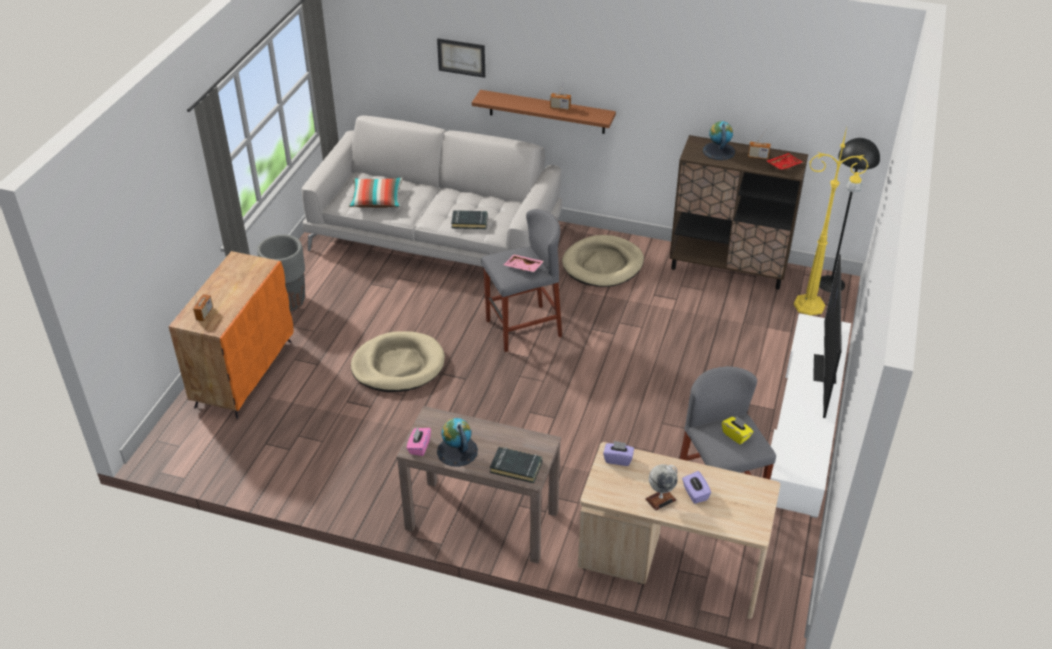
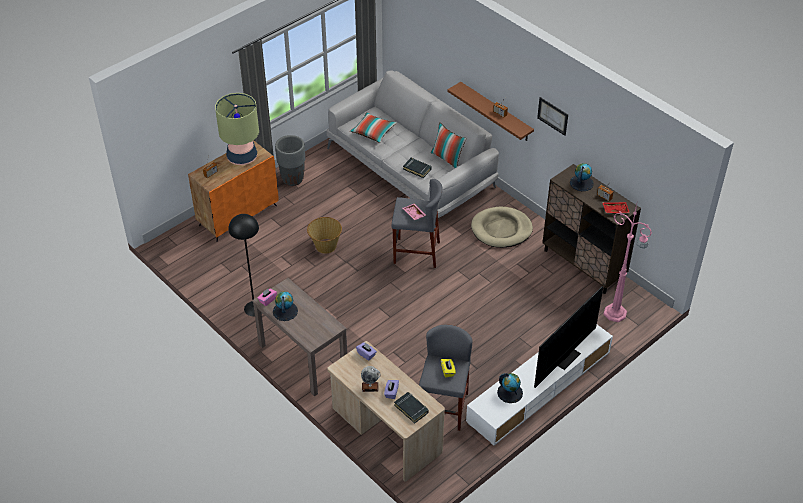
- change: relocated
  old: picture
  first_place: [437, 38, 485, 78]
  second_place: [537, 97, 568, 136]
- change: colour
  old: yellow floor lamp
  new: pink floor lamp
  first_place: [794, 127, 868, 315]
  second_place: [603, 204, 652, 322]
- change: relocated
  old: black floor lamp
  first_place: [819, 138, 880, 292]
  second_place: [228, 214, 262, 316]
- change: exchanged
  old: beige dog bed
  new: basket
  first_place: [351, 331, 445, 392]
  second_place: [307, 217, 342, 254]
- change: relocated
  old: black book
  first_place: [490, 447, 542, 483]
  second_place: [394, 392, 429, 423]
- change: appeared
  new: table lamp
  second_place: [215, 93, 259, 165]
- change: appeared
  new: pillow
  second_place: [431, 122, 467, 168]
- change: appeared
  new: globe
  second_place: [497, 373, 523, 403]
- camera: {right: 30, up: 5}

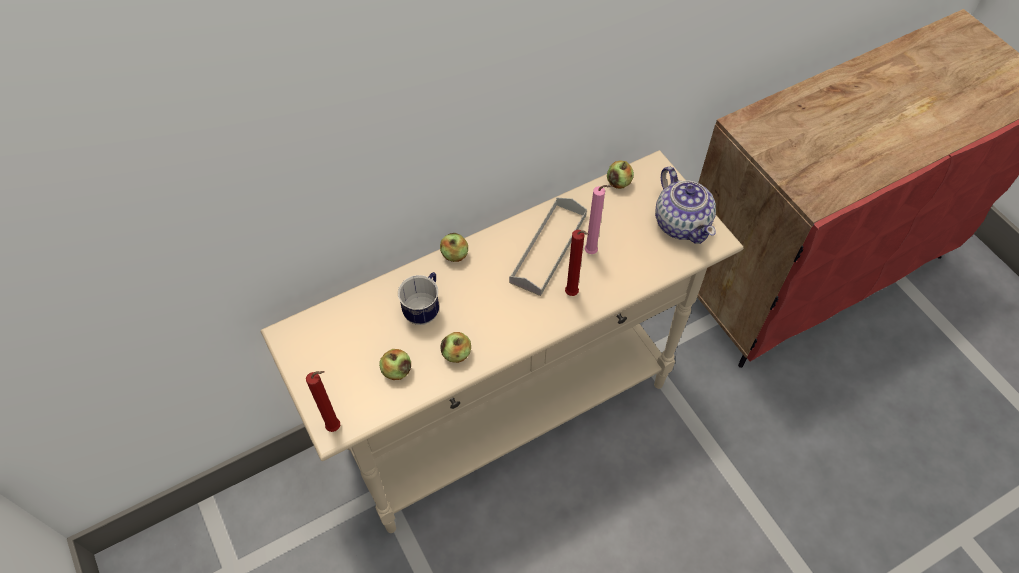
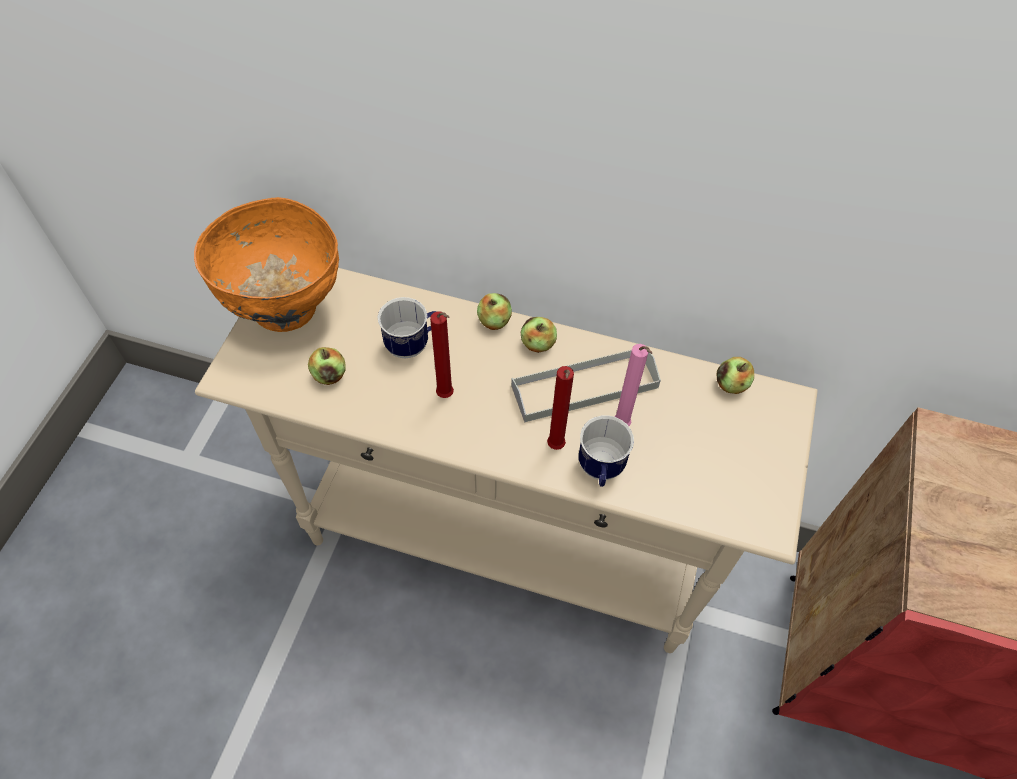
- change: missing
  old: teapot
  first_place: [655, 167, 716, 244]
- change: relocated
  old: apple
  first_place: [440, 332, 471, 363]
  second_place: [521, 317, 557, 353]
- change: relocated
  old: red candle
  first_place: [306, 371, 340, 432]
  second_place: [430, 311, 454, 398]
- change: appeared
  new: orange bowl
  second_place: [194, 197, 339, 332]
- change: appeared
  new: mug
  second_place: [578, 415, 634, 487]
- camera: {right: 45, up: 0}

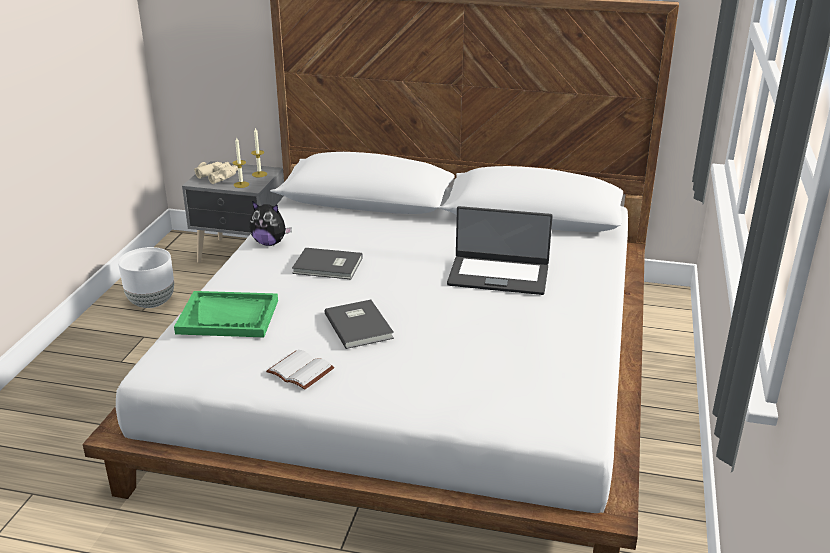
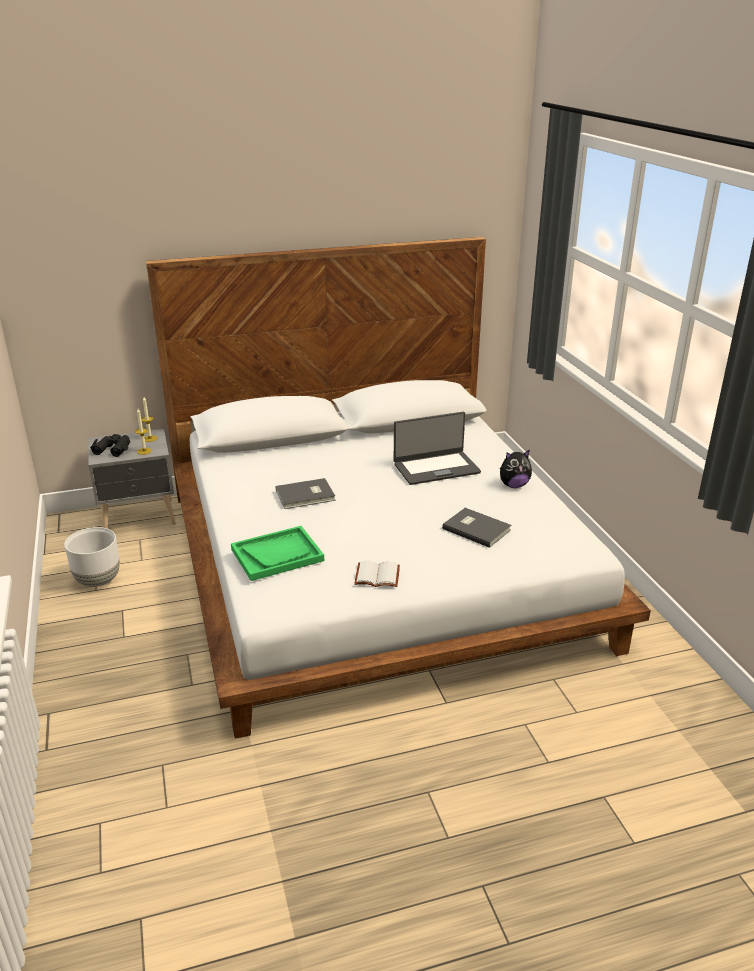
- change: colour
  old: beige binoculars
  new: black binoculars
  first_place: [194, 162, 238, 184]
  second_place: [90, 434, 130, 457]
- change: relocated
  old: plush toy
  first_place: [250, 201, 292, 246]
  second_place: [500, 450, 532, 488]
- change: relocated
  old: grey book
  first_place: [324, 300, 394, 349]
  second_place: [442, 508, 511, 548]
- camera: {right: -30, up: 0}

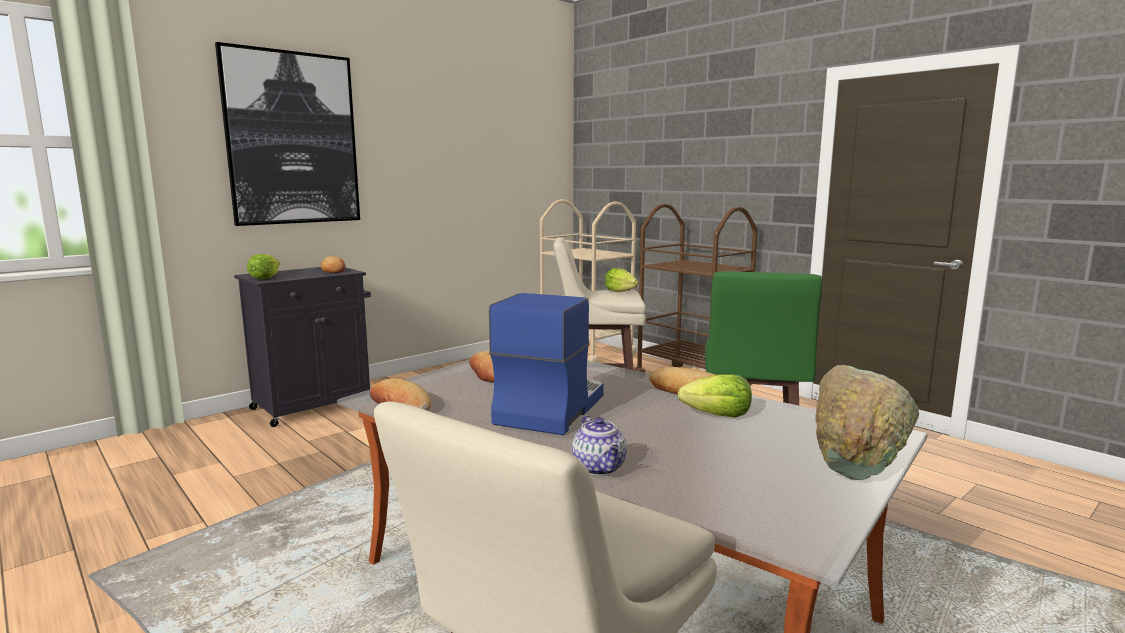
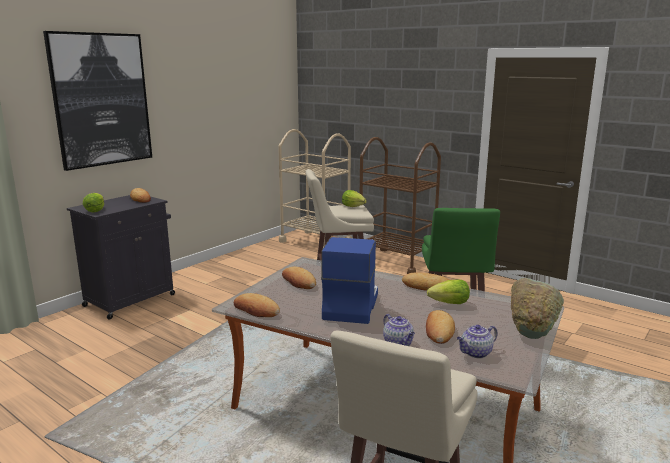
- change: appeared
  new: bread
  second_place: [426, 310, 455, 344]
- change: appeared
  new: teapot
  second_place: [457, 325, 498, 358]
- camera: {right: -10, up: 5}

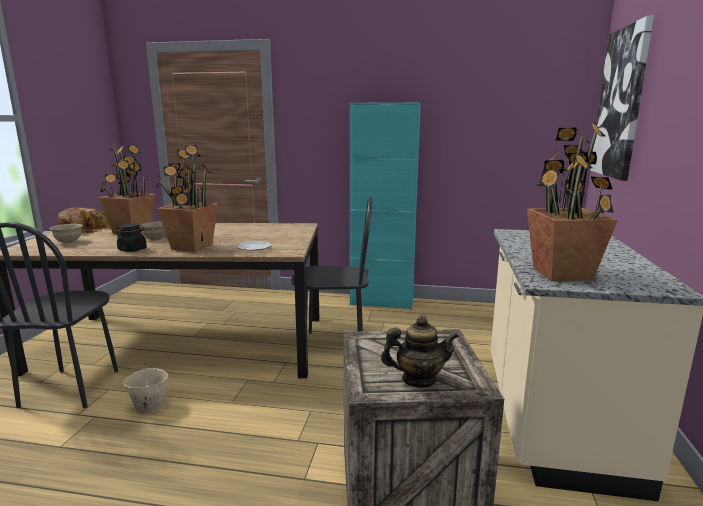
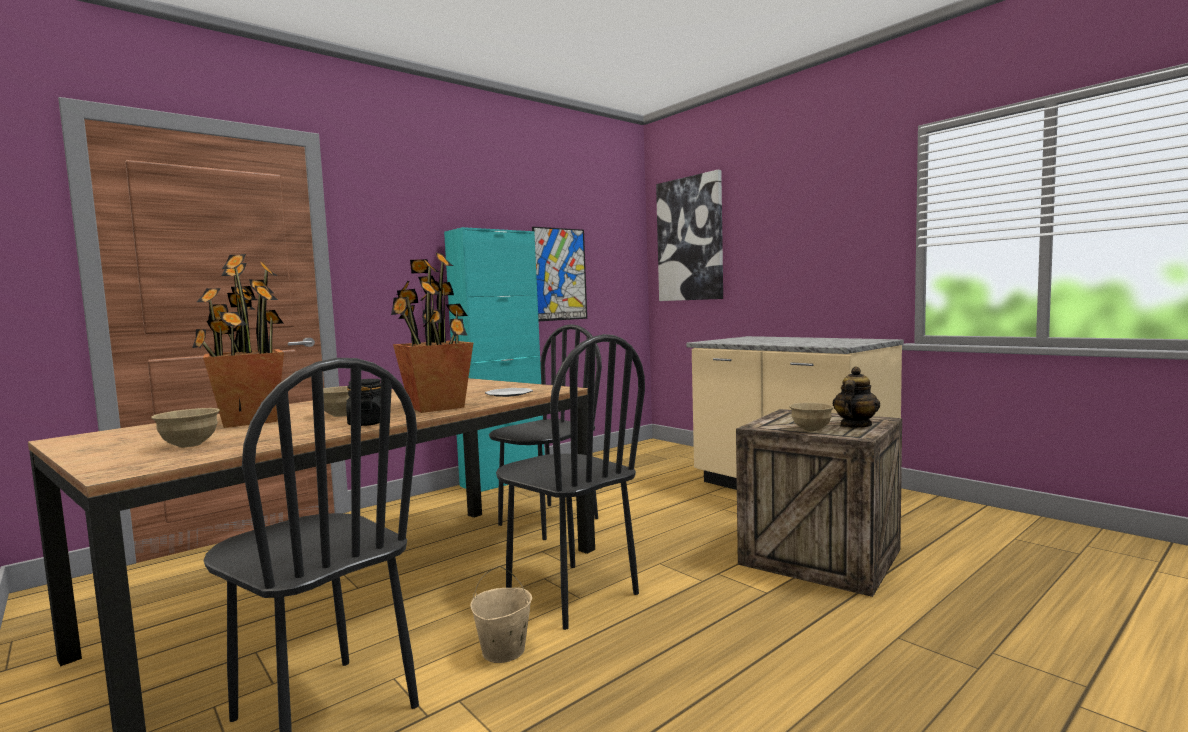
- change: missing
  old: potted plant
  first_place: [527, 122, 618, 281]
- change: missing
  old: bread
  first_place: [58, 207, 110, 233]
- change: appeared
  new: picture
  second_place: [532, 227, 587, 321]
- change: appeared
  new: black chair
  second_place: [496, 334, 645, 630]
- change: appeared
  new: beige bowl
  second_place: [789, 402, 834, 431]
- camera: {right: -50, up: -10}

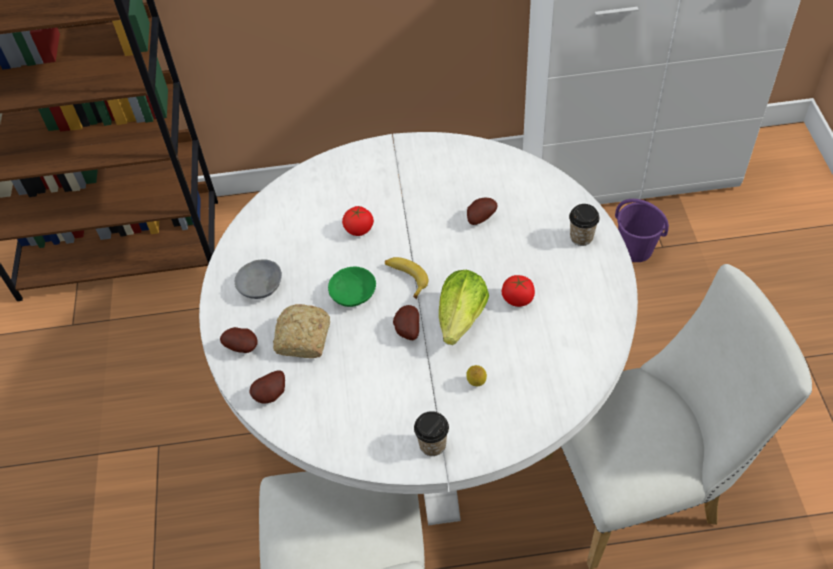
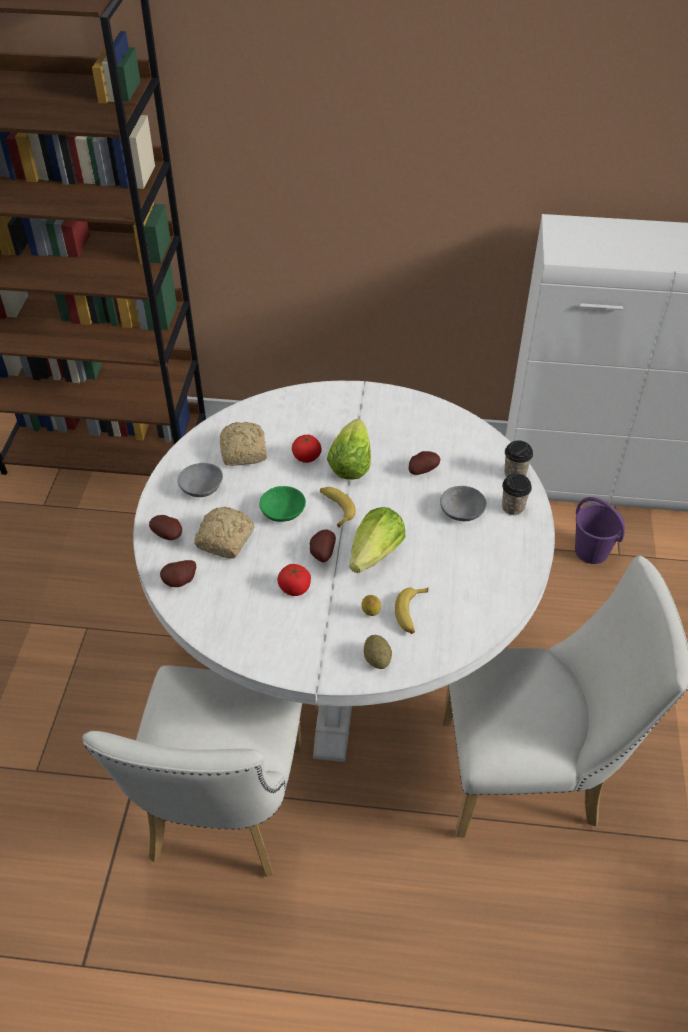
- change: relocated
  old: tomato
  first_place: [502, 275, 535, 307]
  second_place: [277, 564, 311, 596]
- change: relocated
  old: cup
  first_place: [414, 411, 449, 456]
  second_place: [504, 441, 533, 477]
- change: appeared
  new: lettuce
  second_place: [327, 419, 371, 480]
- change: appeared
  new: bread
  second_place: [220, 422, 267, 466]
- change: appeared
  new: grey bowl
  second_place: [440, 486, 487, 521]
- change: appeared
  new: banana
  second_place: [395, 588, 429, 634]
- change: appeared
  new: potato
  second_place: [364, 635, 392, 669]
- camera: {right: 10, up: -5}

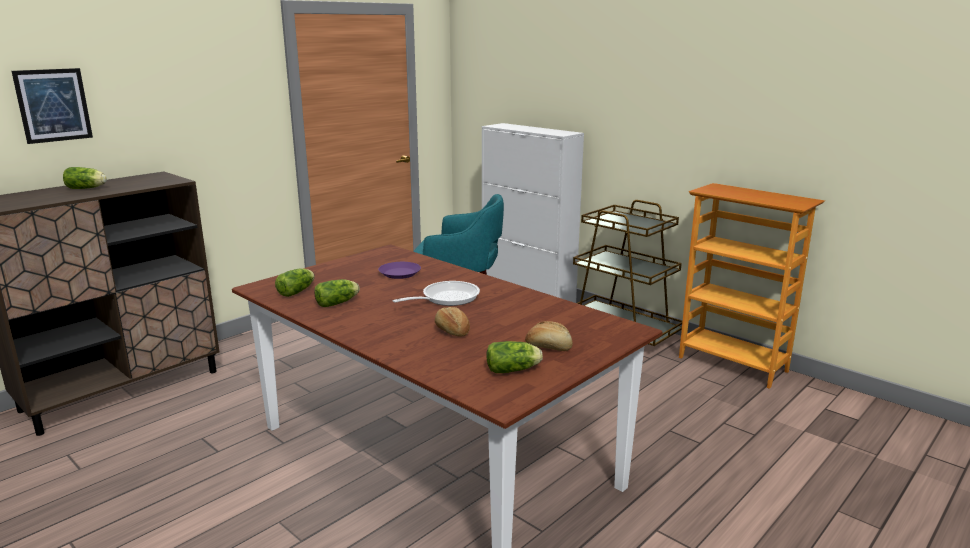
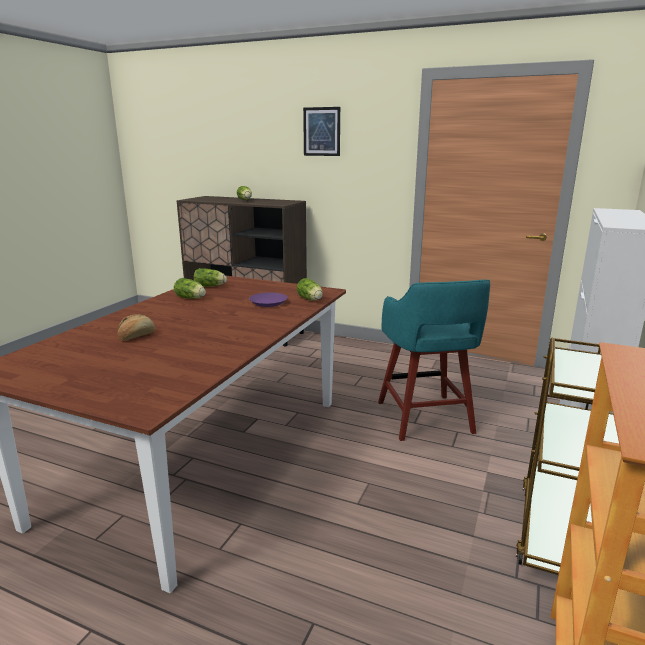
- change: relocated
  old: picture
  first_place: [11, 68, 93, 144]
  second_place: [303, 107, 340, 156]
- change: missing
  old: frying pan
  first_place: [393, 281, 480, 306]
- change: missing
  old: bread
  first_place: [525, 321, 573, 351]
- change: relocated
  old: lettuce
  first_place: [487, 341, 543, 373]
  second_place: [297, 278, 323, 300]
- camera: {right: 70, up: 0}

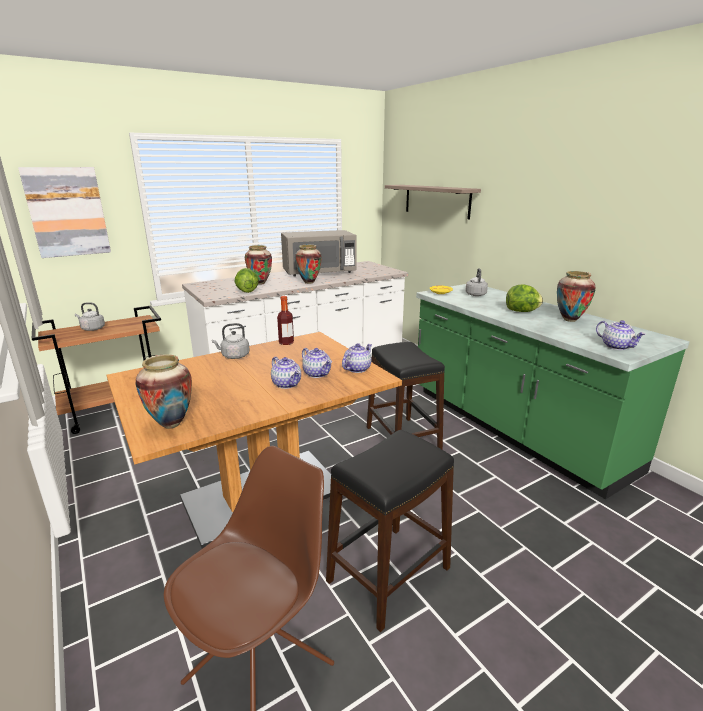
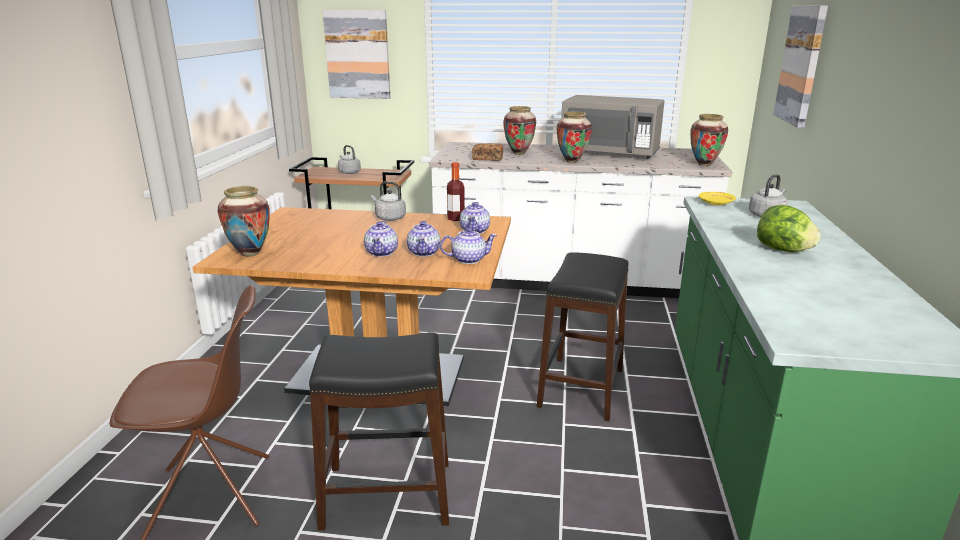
- change: exchanged
  old: shelf
  new: picture
  first_place: [385, 185, 481, 219]
  second_place: [773, 5, 828, 128]
- change: exchanged
  old: lettuce
  new: bread
  first_place: [234, 268, 259, 293]
  second_place: [472, 143, 503, 161]
- change: relocated
  old: vase
  first_place: [557, 271, 596, 322]
  second_place: [690, 114, 728, 166]
- change: relocated
  old: teapot
  first_place: [596, 320, 646, 350]
  second_place: [460, 202, 490, 234]
- camera: {right: 40, up: 0}

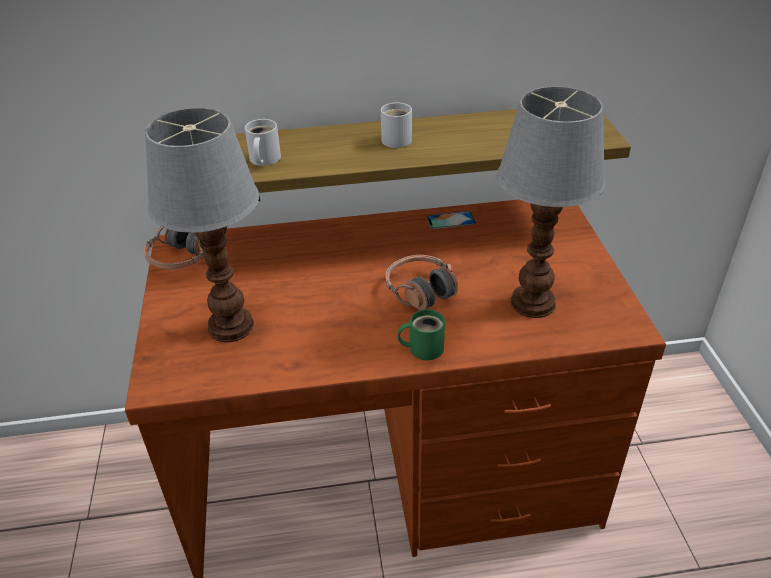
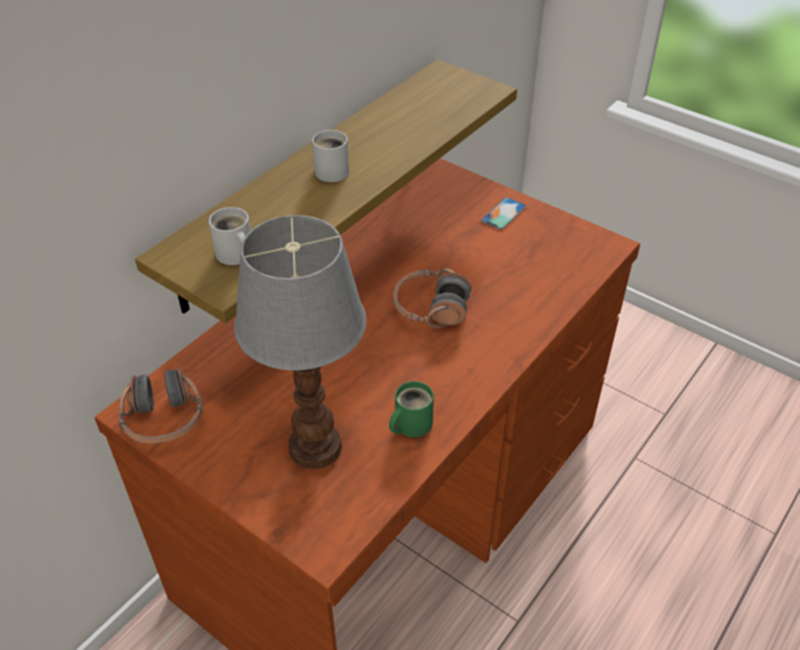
- change: missing
  old: table lamp
  first_place: [497, 86, 606, 318]
- change: relocated
  old: phone
  first_place: [426, 211, 476, 229]
  second_place: [481, 197, 526, 230]
- change: relocated
  old: green mug
  first_place: [398, 309, 445, 360]
  second_place: [389, 381, 434, 437]
- camera: {right: -45, up: 5}

